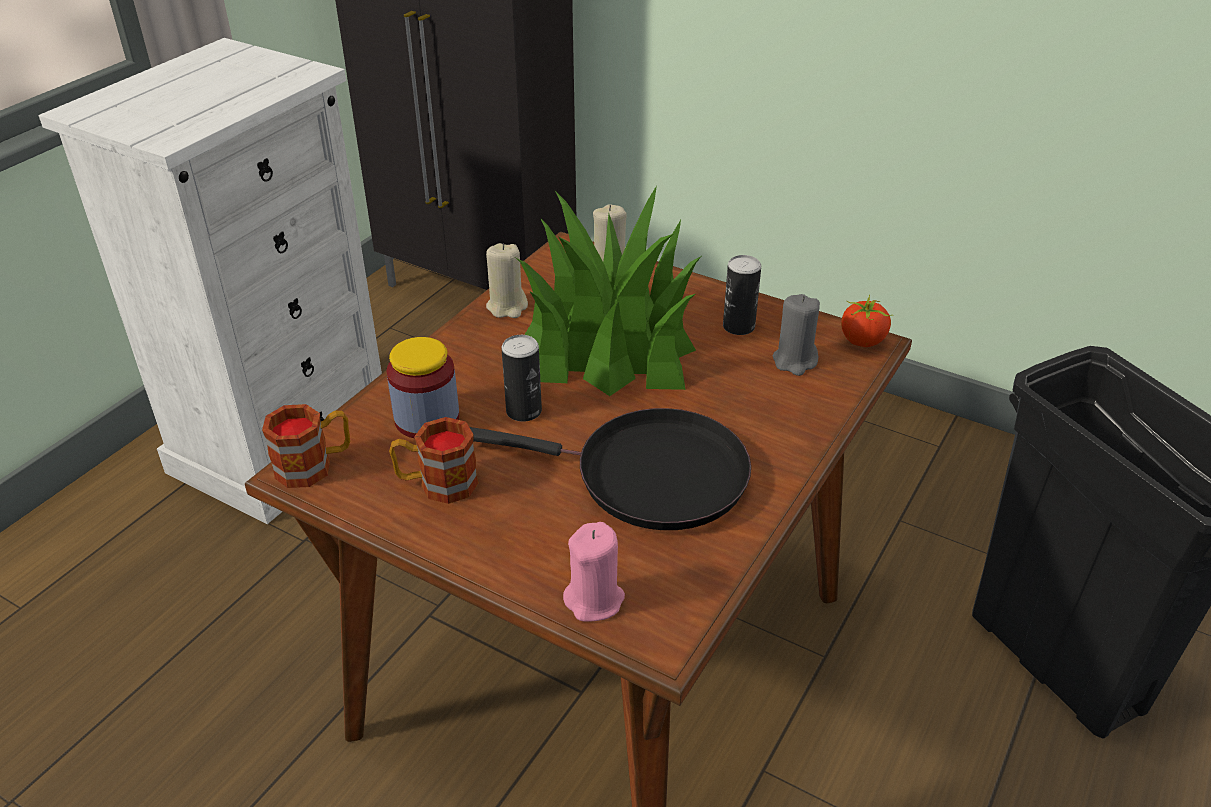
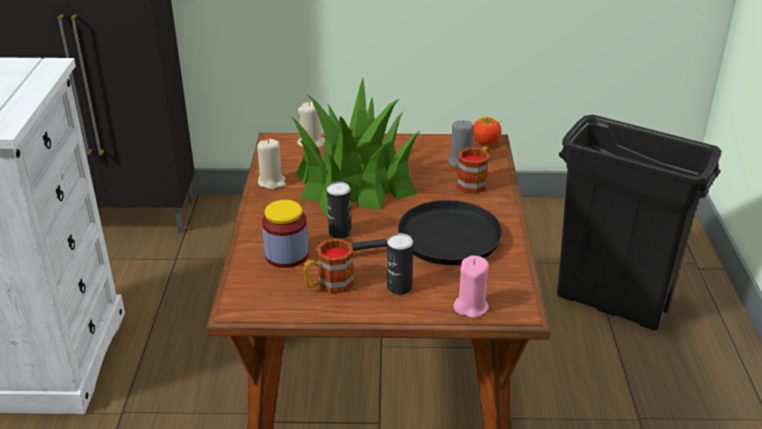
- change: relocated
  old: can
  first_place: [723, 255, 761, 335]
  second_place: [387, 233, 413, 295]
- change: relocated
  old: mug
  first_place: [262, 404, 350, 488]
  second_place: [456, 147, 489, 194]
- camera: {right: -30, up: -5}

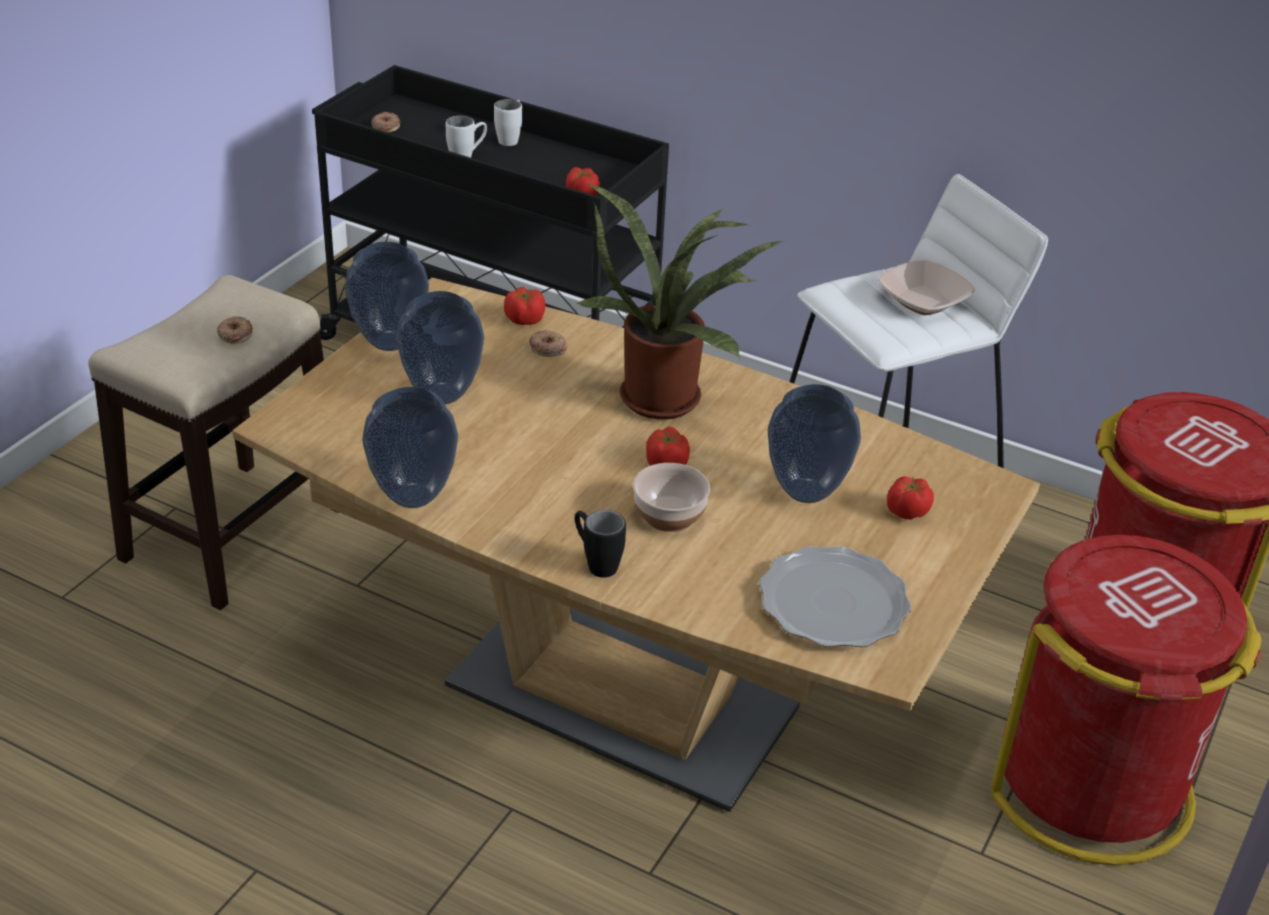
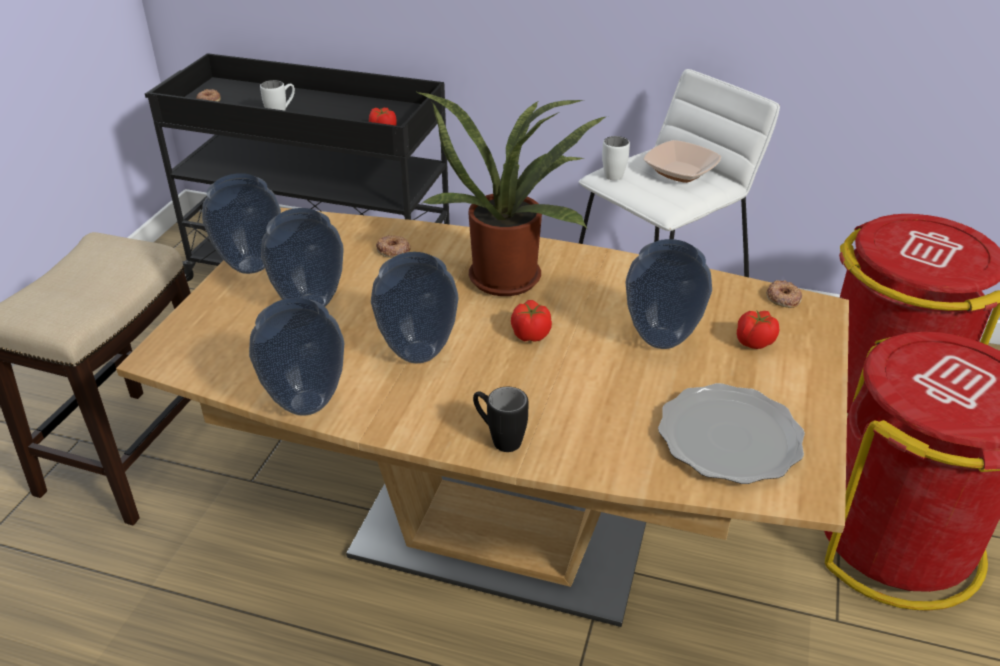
- change: relocated
  old: white mug
  first_place: [494, 99, 522, 146]
  second_place: [602, 136, 630, 180]
- change: missing
  old: tomato
  first_place: [504, 287, 545, 325]
- change: relocated
  old: donut
  first_place: [217, 316, 253, 344]
  second_place: [766, 280, 802, 308]
- change: missing
  old: bowl
  first_place: [633, 463, 710, 532]
- change: appeared
  new: vase
  second_place: [371, 252, 458, 363]
- camera: {right: -10, up: 0}

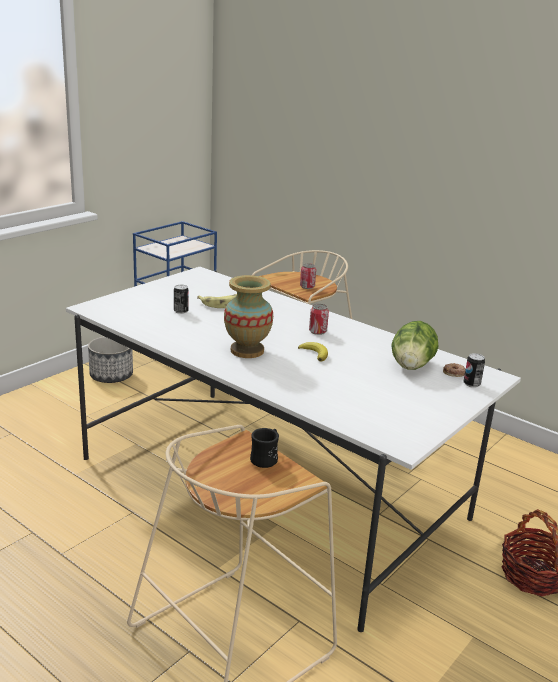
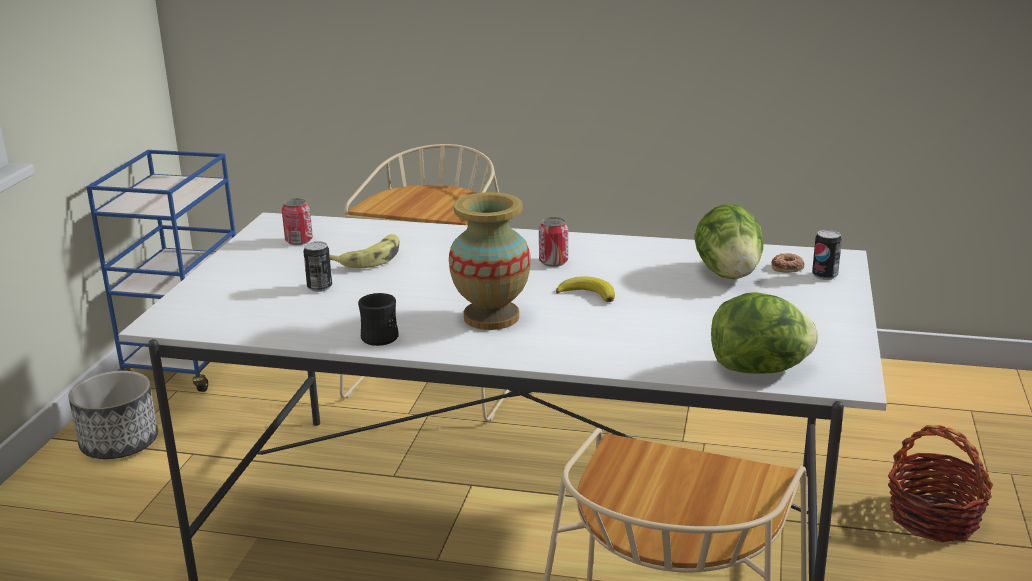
- change: relocated
  old: can
  first_place: [300, 263, 316, 289]
  second_place: [282, 198, 313, 245]
- change: relocated
  old: black mug
  first_place: [250, 428, 279, 468]
  second_place: [358, 293, 399, 346]
- change: appeared
  new: lettuce
  second_place: [711, 292, 818, 374]
- camera: {right: -25, up: 0}

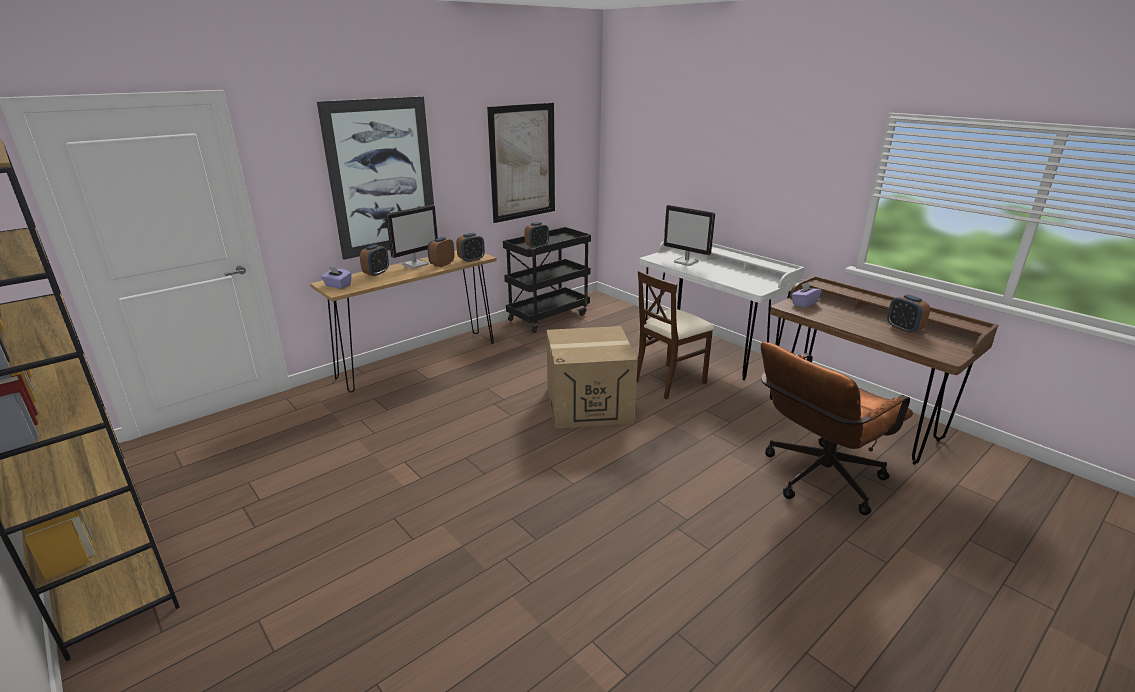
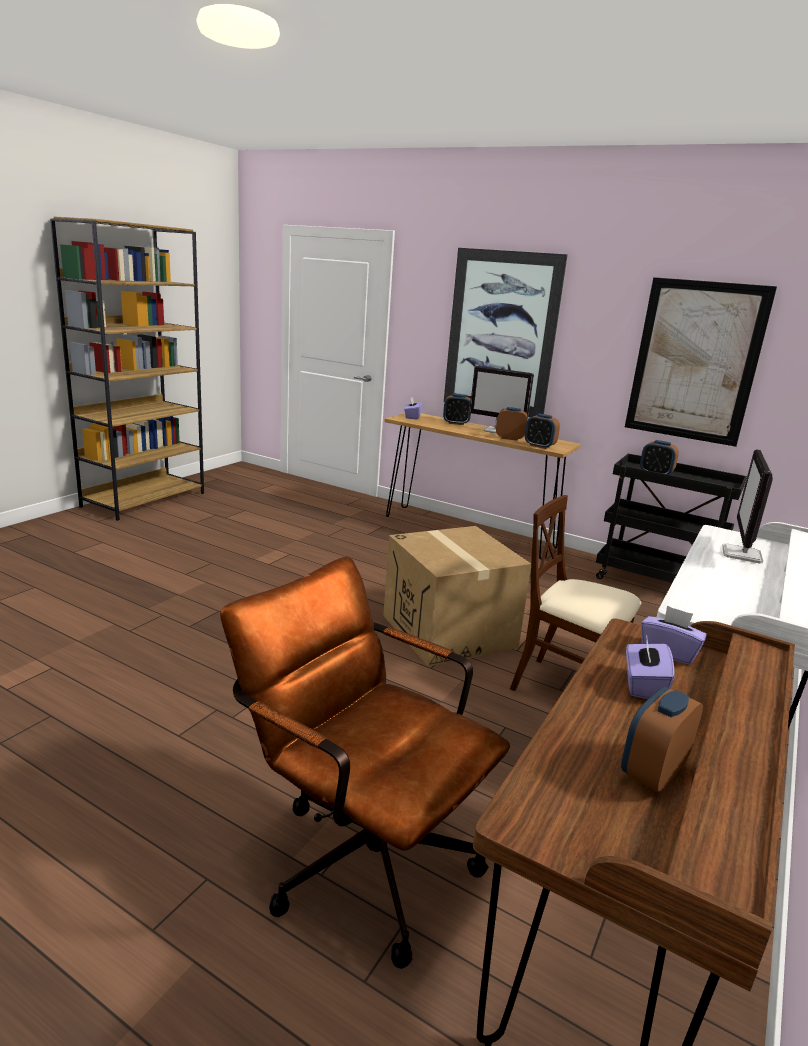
- change: appeared
  new: purple tissue box
  second_place: [626, 636, 674, 699]
- camera: {right: 70, up: -5}

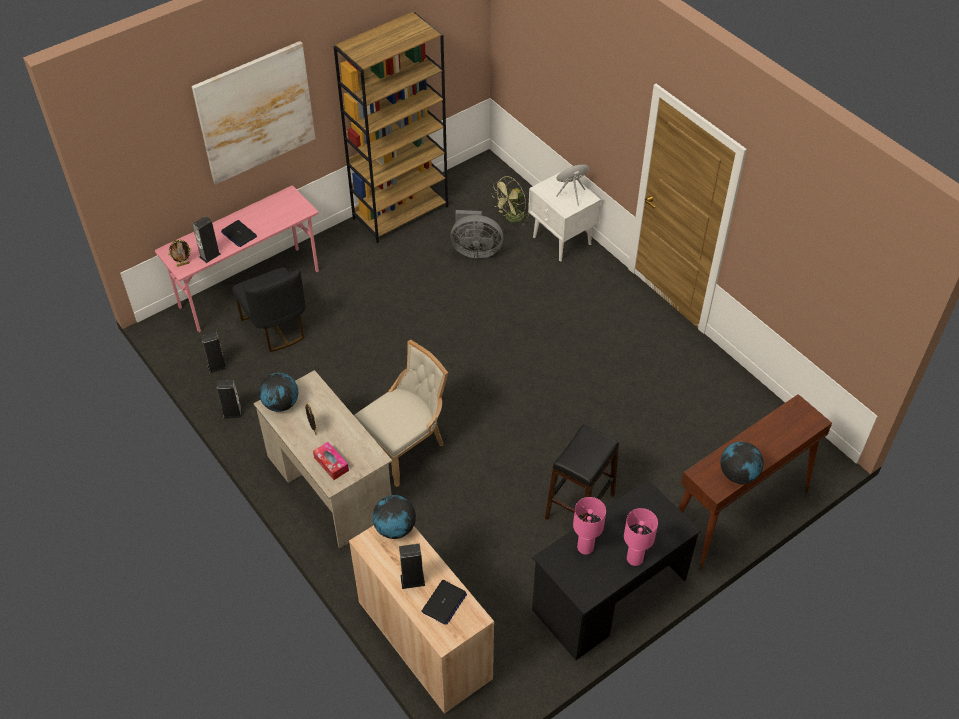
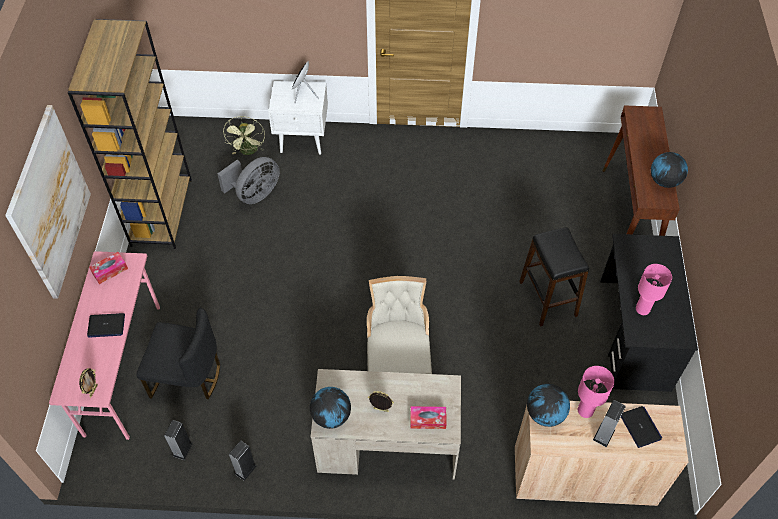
- change: missing
  old: speaker
  first_place: [192, 216, 221, 263]
- change: relocated
  old: pink table lamp
  first_place: [624, 508, 658, 566]
  second_place: [578, 366, 614, 418]
- change: appeared
  new: tissue box
  second_place: [89, 252, 128, 284]
- camera: {right: -50, up: 5}

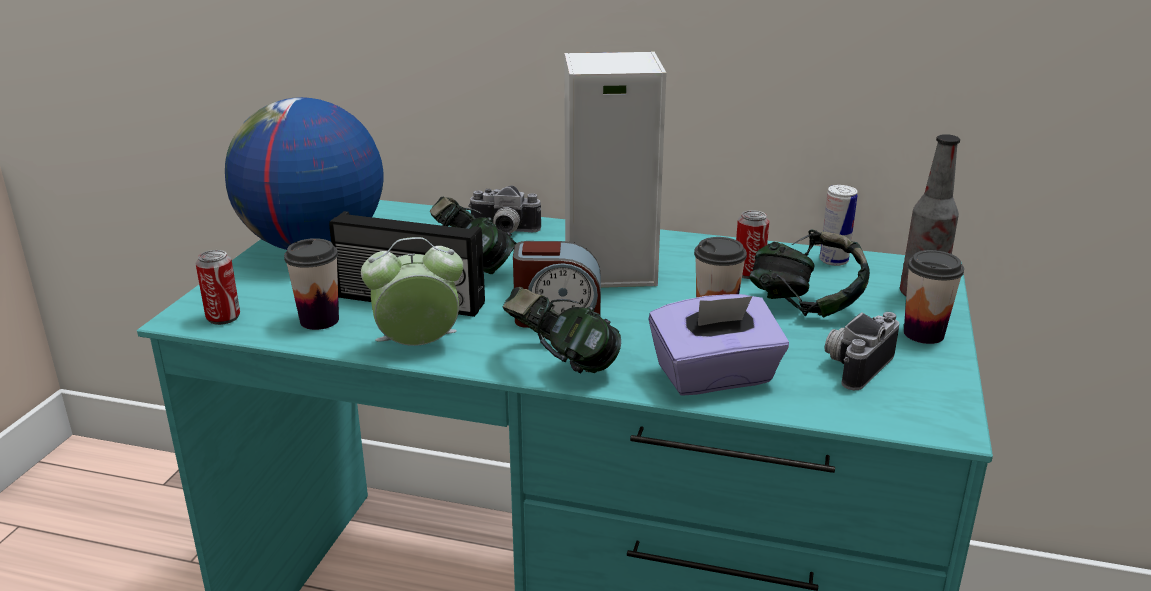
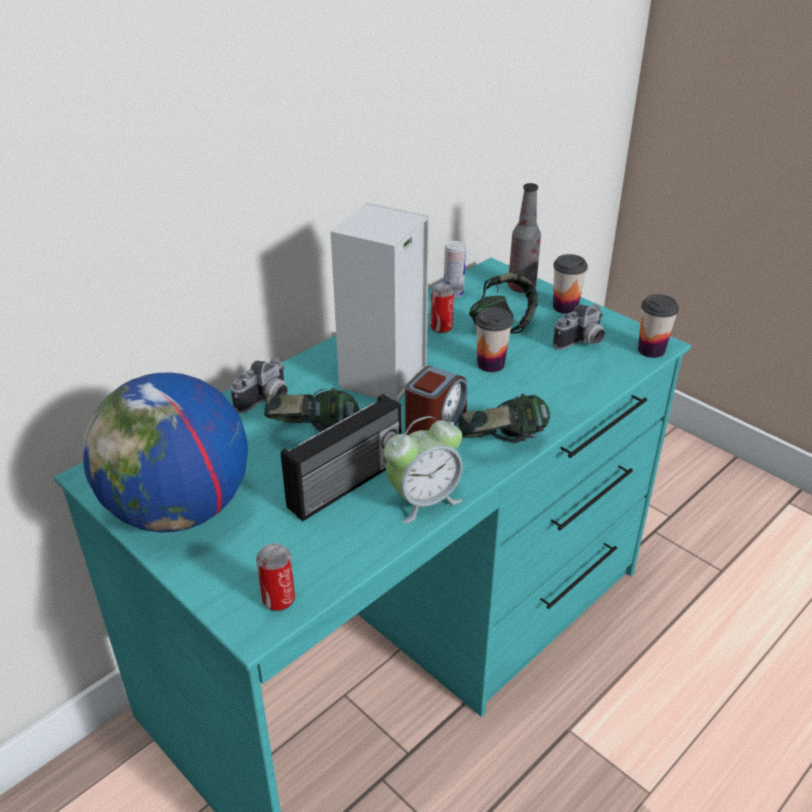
- change: spun
  old: alarm clock
  first_place: [361, 237, 463, 346]
  second_place: [384, 416, 463, 524]
  degrees: -135
- change: relocated
  old: cup
  first_place: [284, 238, 339, 330]
  second_place: [638, 294, 679, 358]
- change: missing
  old: purple tissue box
  first_place: [649, 294, 789, 396]
- change: spun
  old: photo camera
  first_place: [825, 312, 899, 390]
  second_place: [553, 304, 605, 350]
  degrees: -105
- camera: {right: -60, up: 10}

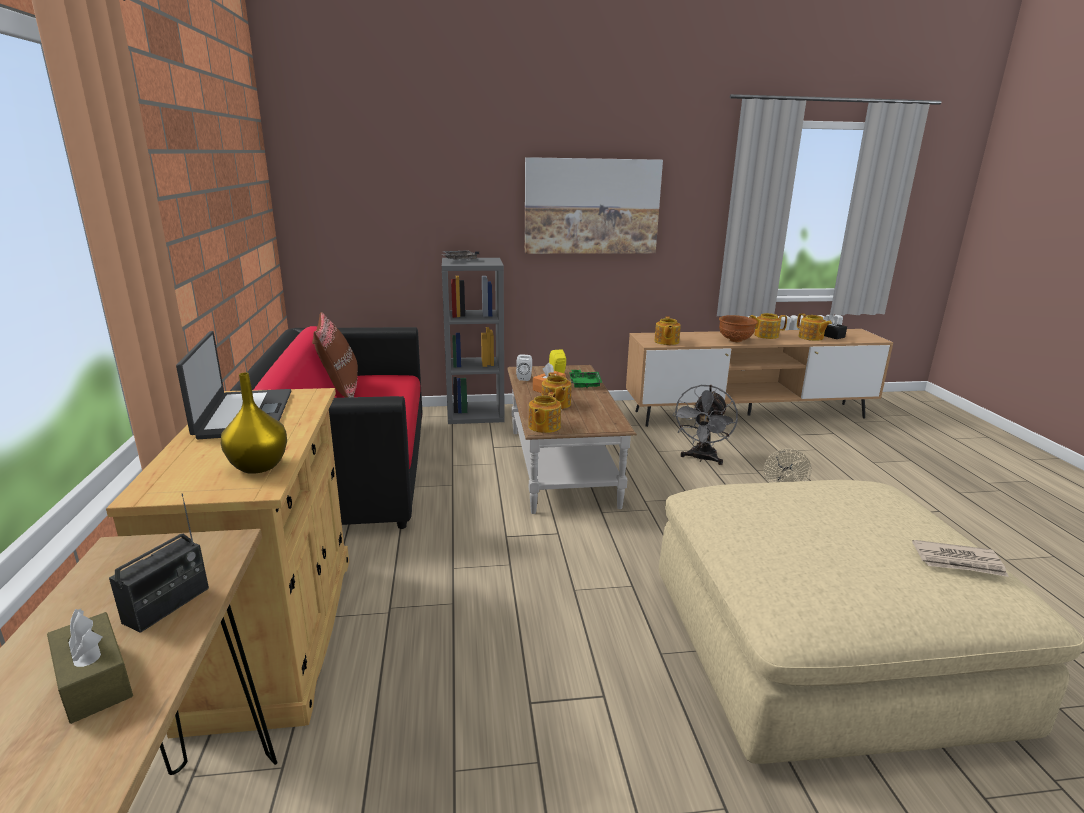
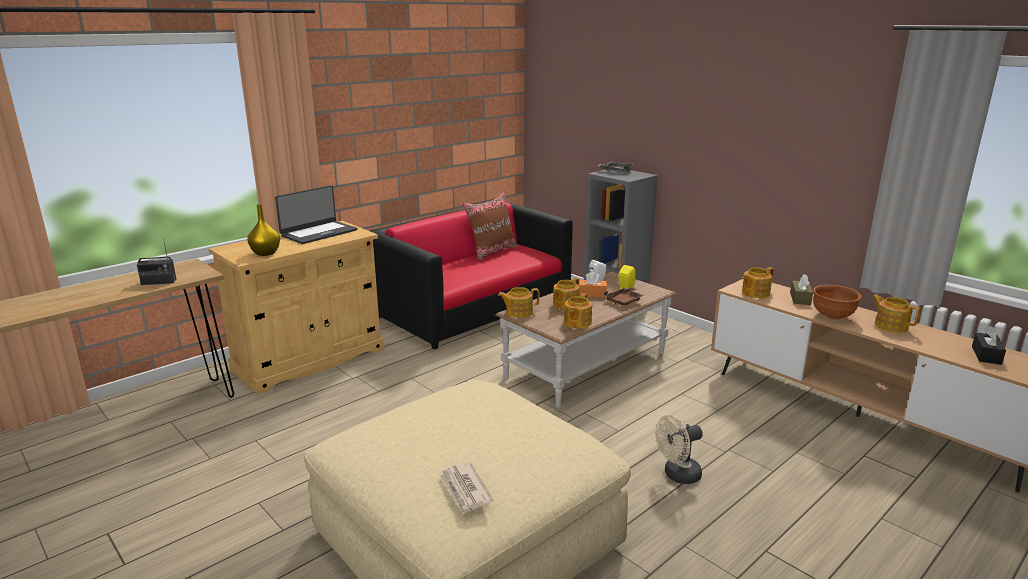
- change: missing
  old: picture
  first_place: [525, 157, 663, 254]
- change: relocated
  old: teapot
  first_place: [797, 313, 832, 341]
  second_place: [564, 293, 592, 328]
- change: colour
  old: green tray
  new: brown tray
  first_place: [569, 370, 602, 388]
  second_place: [604, 287, 645, 306]
- change: missing
  old: grey fan
  first_place: [673, 385, 738, 465]
- change: relocated
  old: brown tissue box
  first_place: [47, 609, 133, 724]
  second_place: [790, 274, 813, 305]
- camera: {right: 55, up: 0}

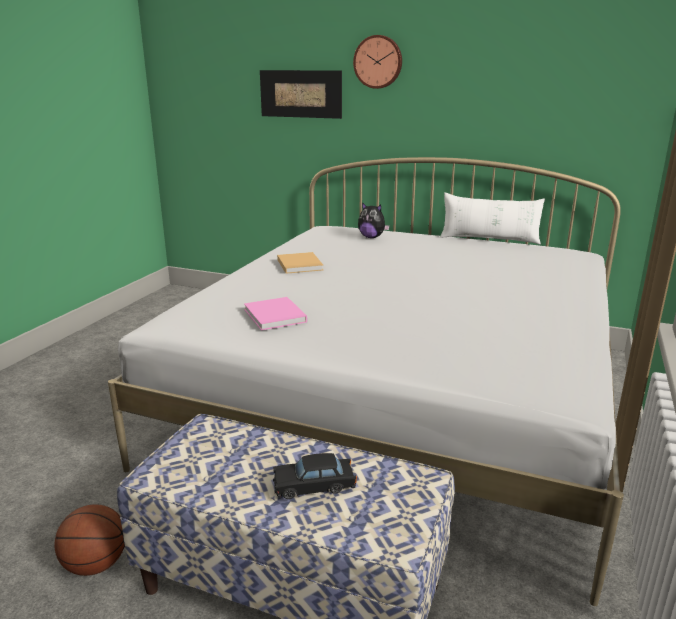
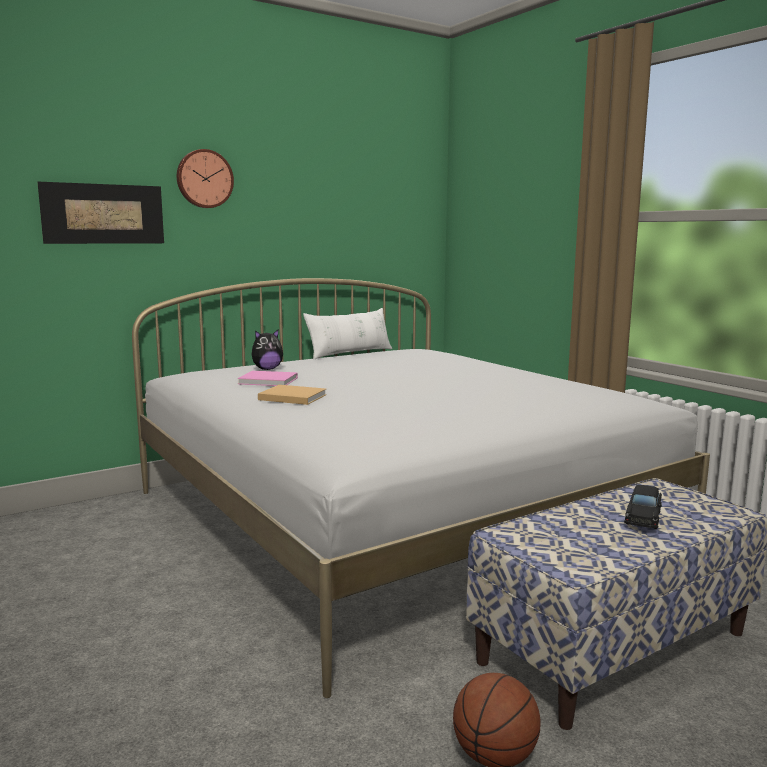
- change: relocated
  old: pink book
  first_place: [244, 297, 307, 330]
  second_place: [237, 371, 298, 386]
- camera: {right: -55, up: -10}

